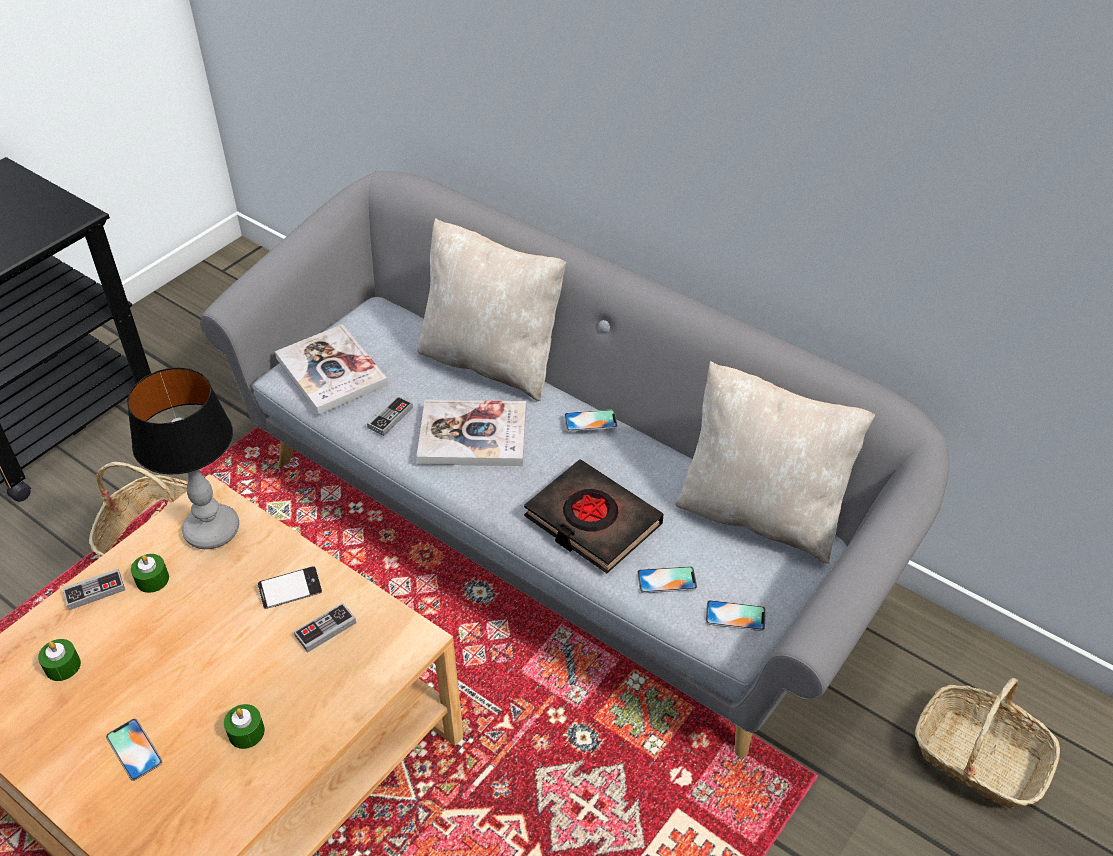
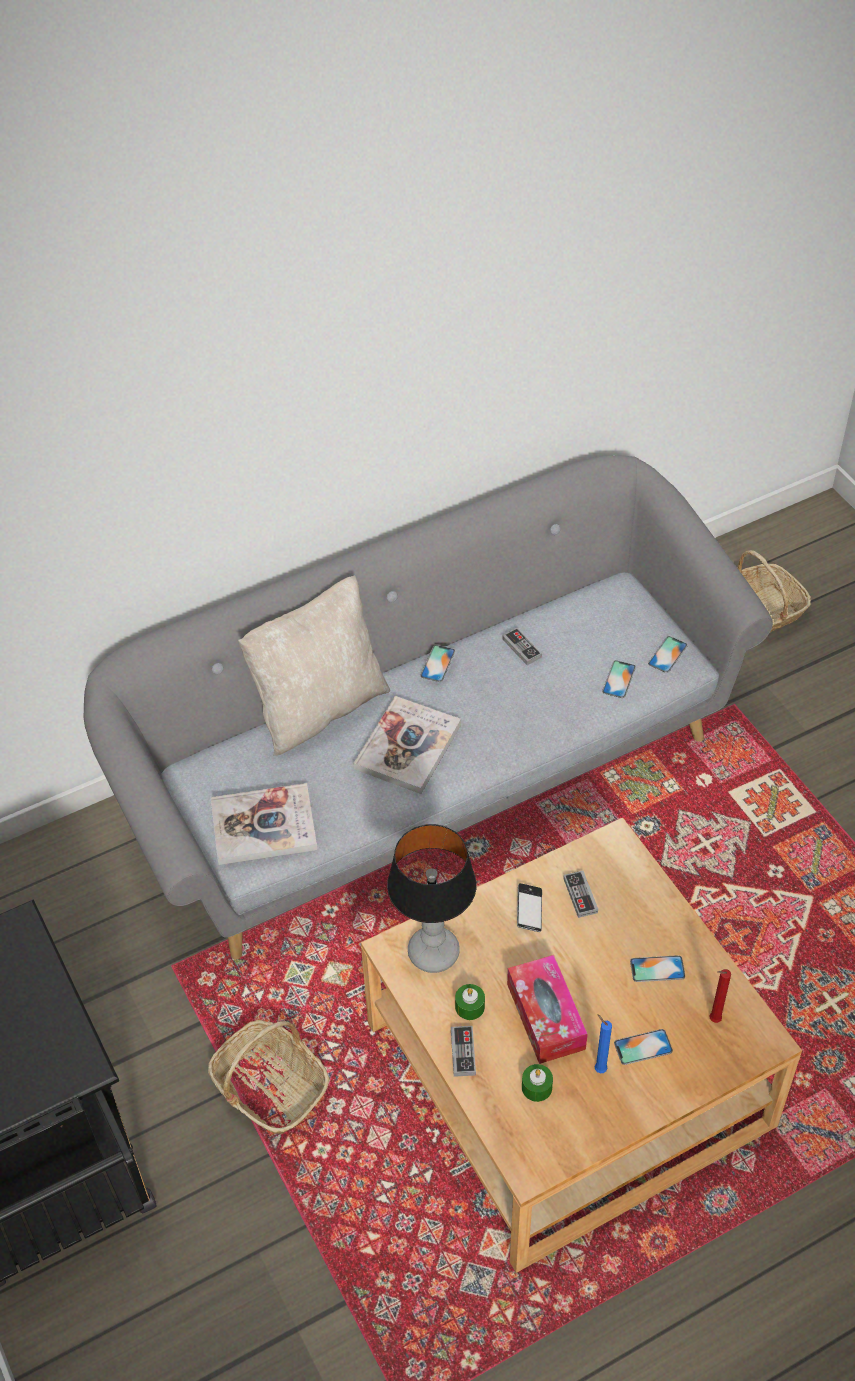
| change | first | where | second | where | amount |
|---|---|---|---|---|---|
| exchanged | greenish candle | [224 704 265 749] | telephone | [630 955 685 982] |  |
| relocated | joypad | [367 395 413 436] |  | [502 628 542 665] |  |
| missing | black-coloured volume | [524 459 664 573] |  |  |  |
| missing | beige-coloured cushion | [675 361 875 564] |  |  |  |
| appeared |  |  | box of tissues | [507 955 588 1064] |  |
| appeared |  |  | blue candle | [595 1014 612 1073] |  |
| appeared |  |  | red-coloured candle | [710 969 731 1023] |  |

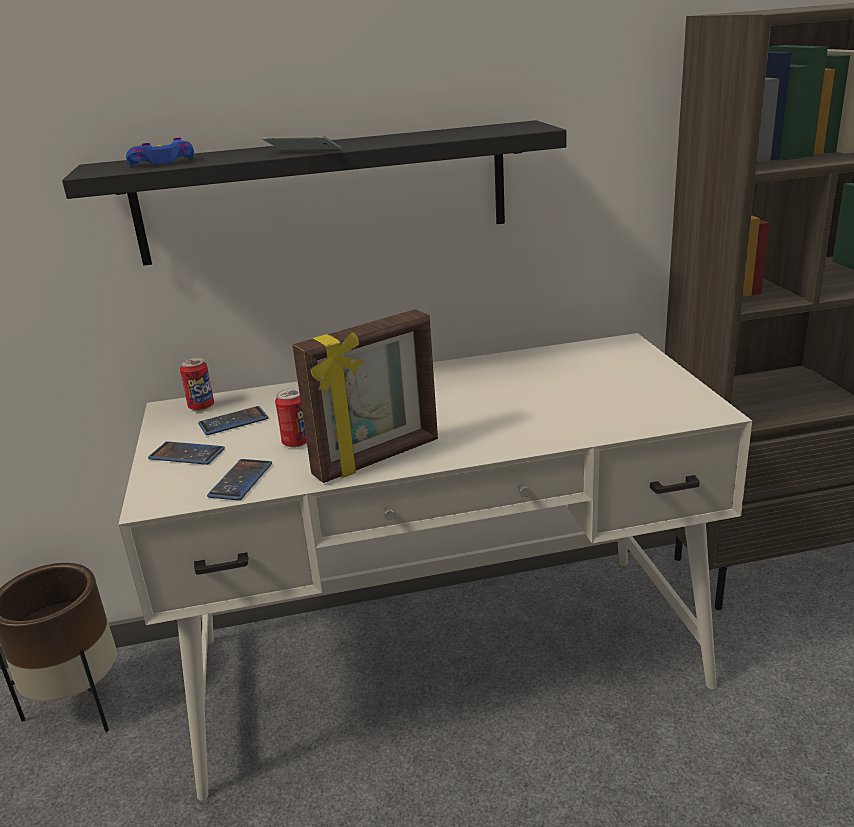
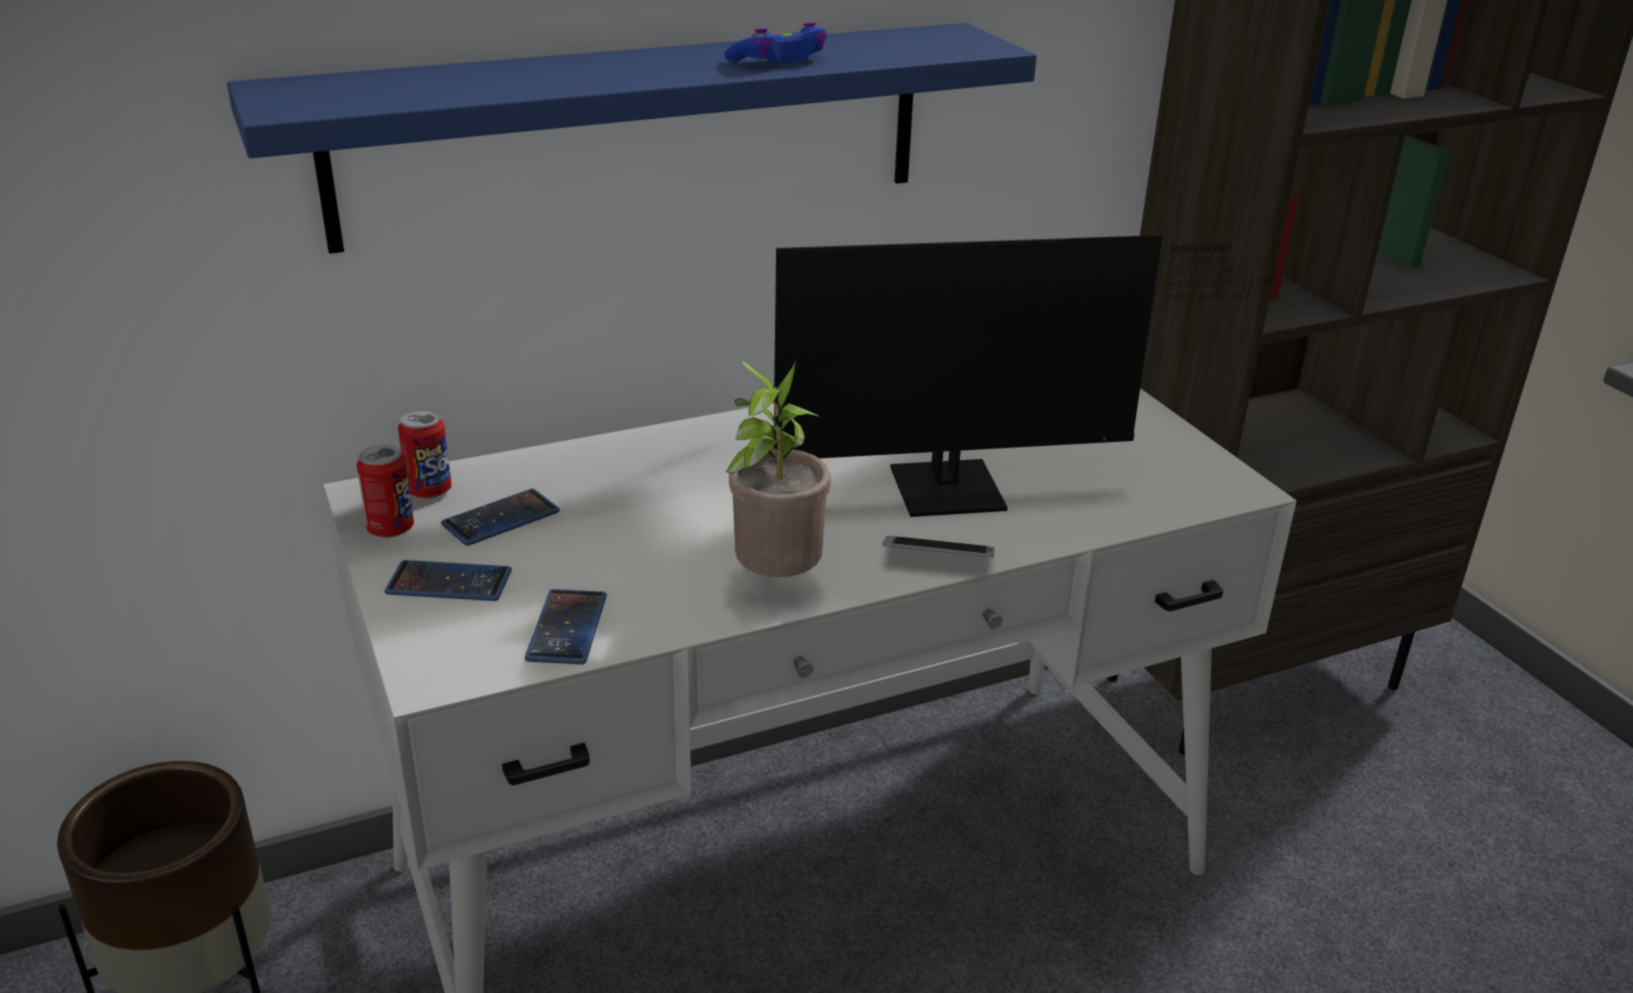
| change | first | where | second | where | amount |
|---|---|---|---|---|---|
| colour | black-coloured bracket shelf | [62 120 566 266] | blue bracket shelf | [227 23 1037 254] |  |
| relocated | blue joypad | [126 138 194 165] |  | [724 22 828 63] |  |
| relocated | telephone | [262 136 341 150] |  | [882 536 995 558] |  |
| relocated | metal can | [275 388 307 448] |  | [357 445 414 538] |  |
| exchanged | photo frame | [292 309 438 483] | potted plant | [726 361 831 577] |  |
| appeared |  |  | computer screen | [773 235 1274 517] |  |

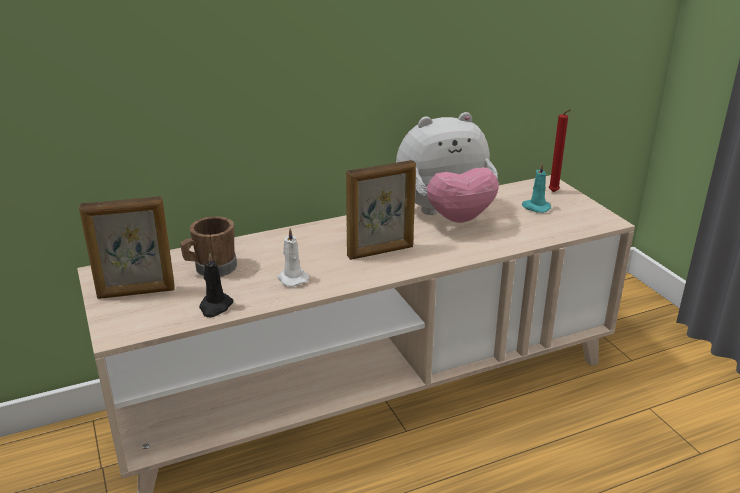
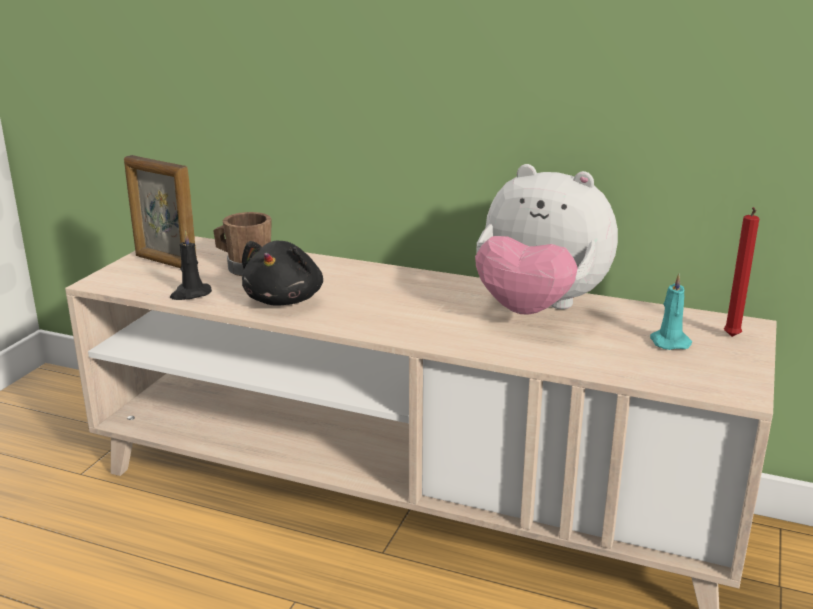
| change | first | where | second | where | amount |
|---|---|---|---|---|---|
| exchanged | white-coloured candle | [278 228 309 287] | black-coloured soft toy | [242 241 323 306] |  |
| missing | photo frame | [346 160 416 260] |  |  |  |

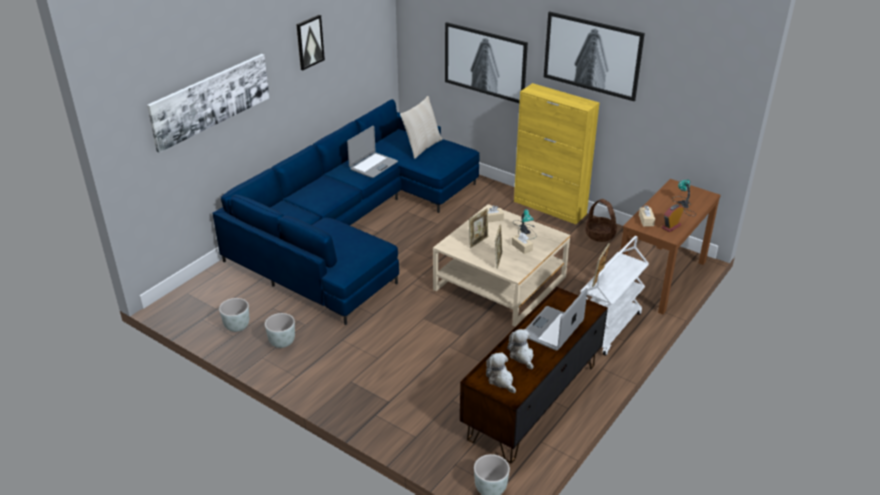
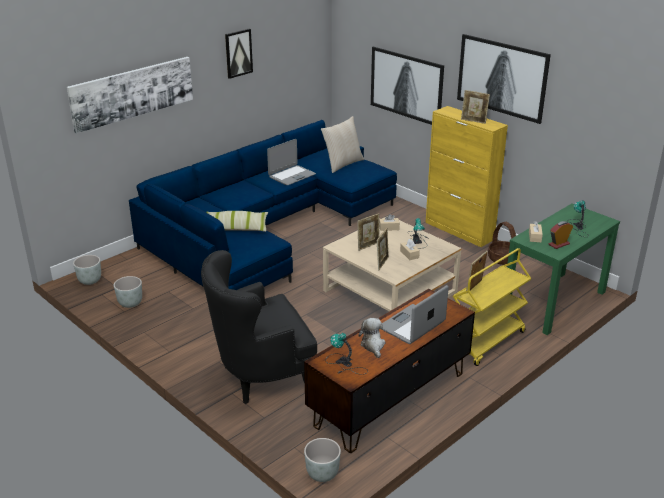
| change | first | where | second | where | amount |
|---|---|---|---|---|---|
| relocated | greyish flower pot | [265 313 295 348] |  | [73 255 101 285] |  |
| exchanged | soft toy | [486 352 516 393] | lamp for a table | [325 333 368 375] |  |
| colour | white-coloured trolley | [580 236 649 356] | yellow-coloured trolley | [453 248 531 366] |  |
| colour | brown-coloured console table | [620 179 721 314] | greenish console table | [507 204 620 335] |  |
| appeared |  |  | black-coloured easy chair | [201 250 317 404] |  |
| appeared |  |  | cushion | [206 211 268 232] |  |
| appeared |  |  | photo frame | [461 90 490 124] |  |

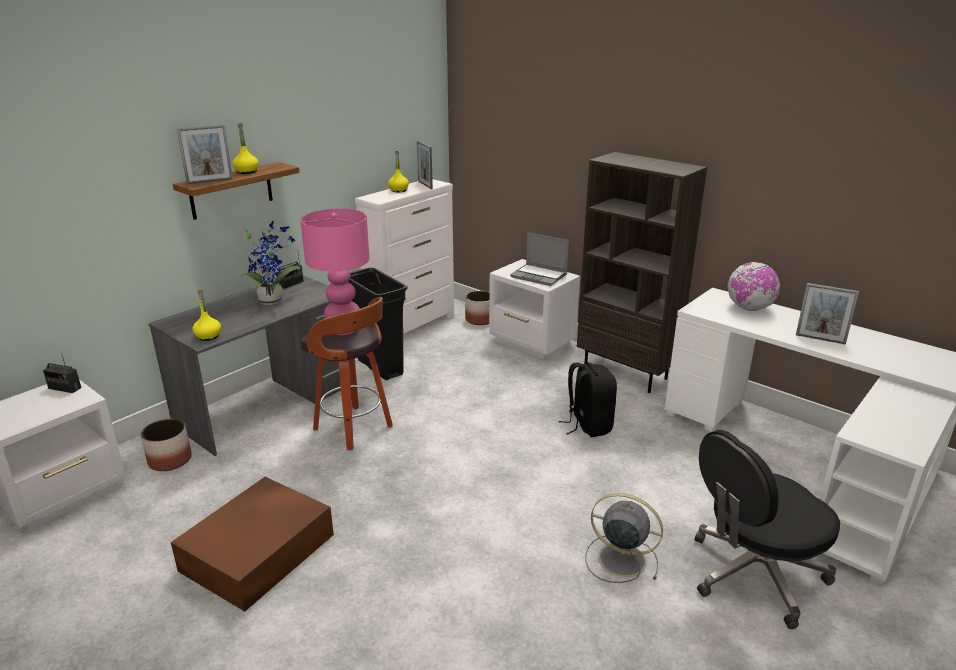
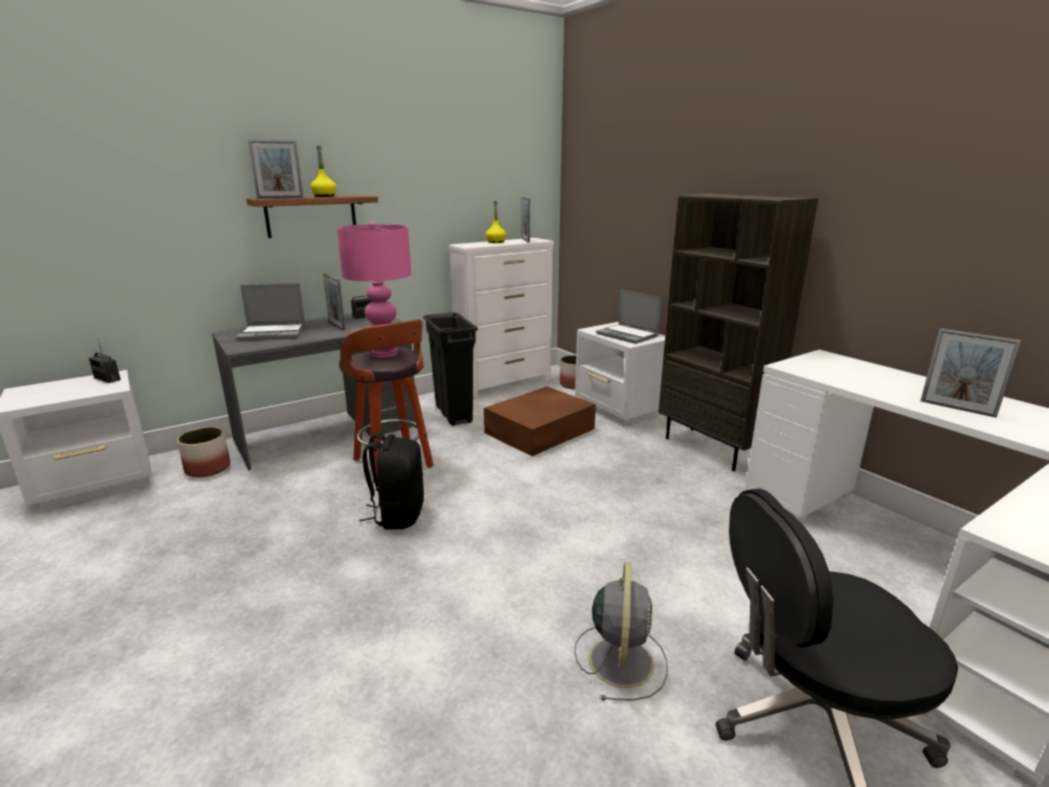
| change | first | where | second | where | amount |
|---|---|---|---|---|---|
| relocated | brown-coloured storage box | [171 477 334 611] |  | [484 386 596 456] |  |
| missing | yellow-coloured bottle | [193 288 221 341] |  |  |  |
| exchanged | potted plant | [242 221 300 305] | photo frame | [323 273 345 330] |  |
| relocated | black-coloured backpack | [558 362 617 437] |  | [359 433 424 530] |  |
| spun | greyish electric fan | [585 493 663 583] |  | [574 562 668 701] | 60 degrees clockwise |
| missing | globe | [728 262 780 311] |  |  |  |
| appeared |  |  | laptop | [235 283 306 341] |  |

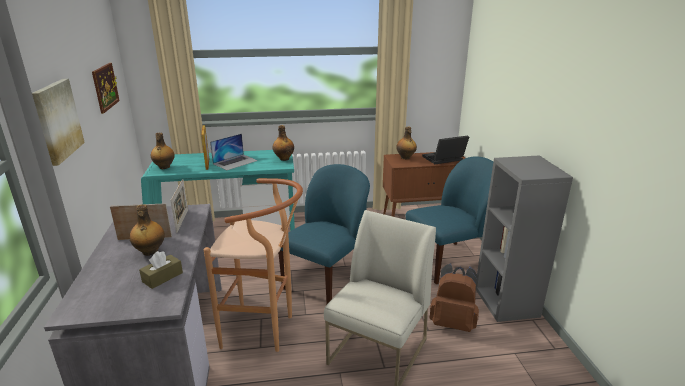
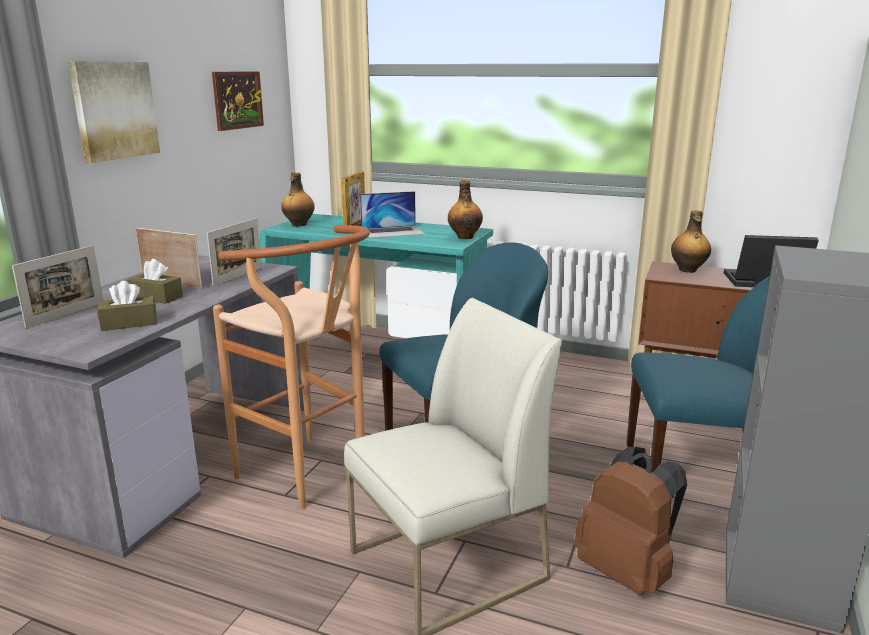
| change | first | where | second | where | amount |
|---|---|---|---|---|---|
| exchanged | bottle | [129 204 165 256] | brown-coloured box of tissues | [127 259 183 304] |  |
| appeared |  |  | photo frame | [12 245 103 329] |  |

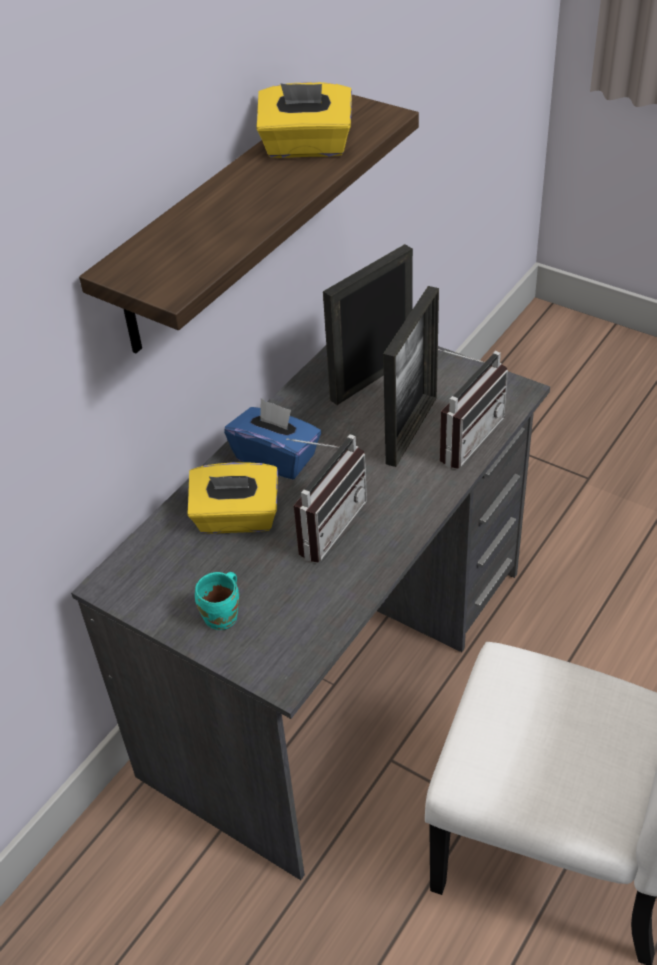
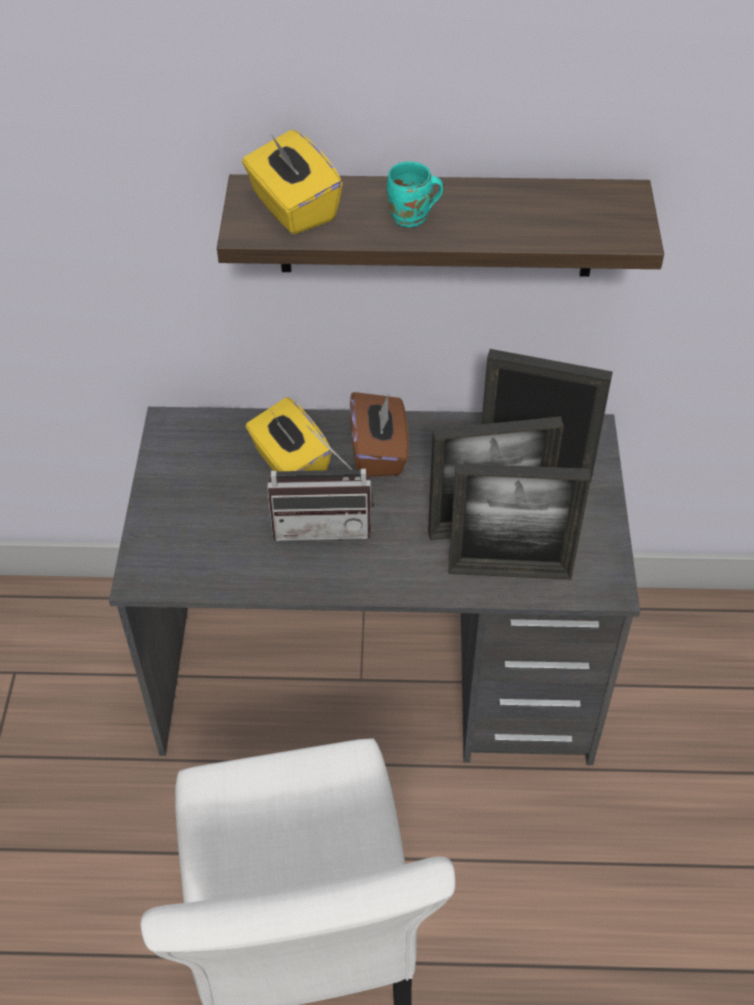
| change | first | where | second | where | amount |
|---|---|---|---|---|---|
| relocated | turquoise-coloured tea mug | [195 572 239 630] |  | [387 162 444 228] |  |
| colour | blue box of tissues | [224 398 321 479] | brown-coloured box of tissues | [350 392 409 477] |  |
| relocated | yellow-coloured box of tissues | [256 82 352 158] |  | [242 130 343 235] |  |
| exchanged | radio receiver | [438 349 508 469] | photo frame | [448 463 591 580] |  |

